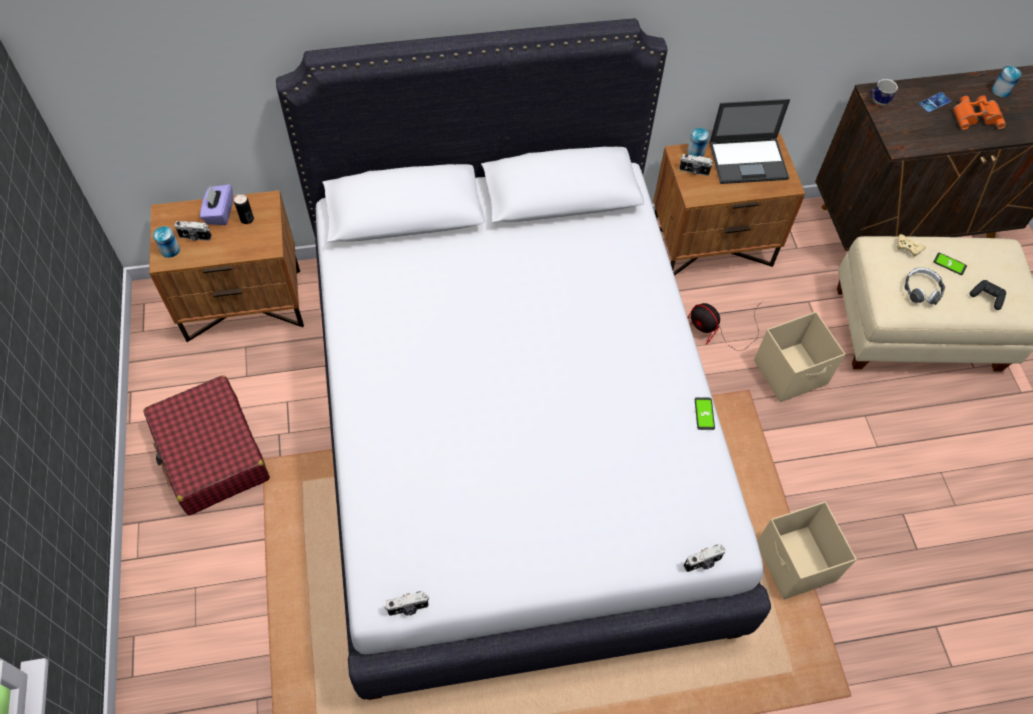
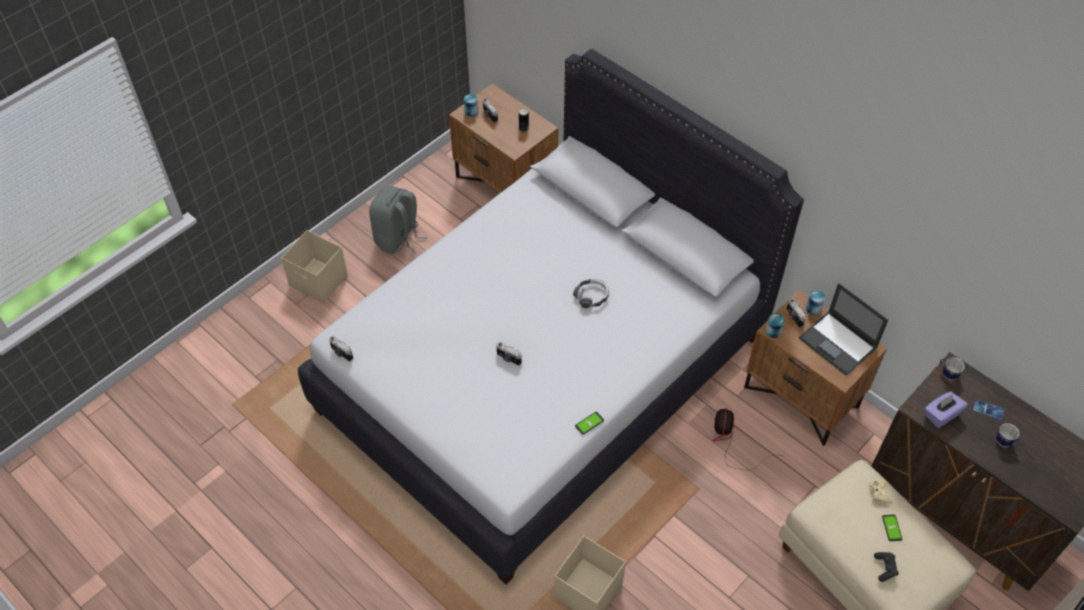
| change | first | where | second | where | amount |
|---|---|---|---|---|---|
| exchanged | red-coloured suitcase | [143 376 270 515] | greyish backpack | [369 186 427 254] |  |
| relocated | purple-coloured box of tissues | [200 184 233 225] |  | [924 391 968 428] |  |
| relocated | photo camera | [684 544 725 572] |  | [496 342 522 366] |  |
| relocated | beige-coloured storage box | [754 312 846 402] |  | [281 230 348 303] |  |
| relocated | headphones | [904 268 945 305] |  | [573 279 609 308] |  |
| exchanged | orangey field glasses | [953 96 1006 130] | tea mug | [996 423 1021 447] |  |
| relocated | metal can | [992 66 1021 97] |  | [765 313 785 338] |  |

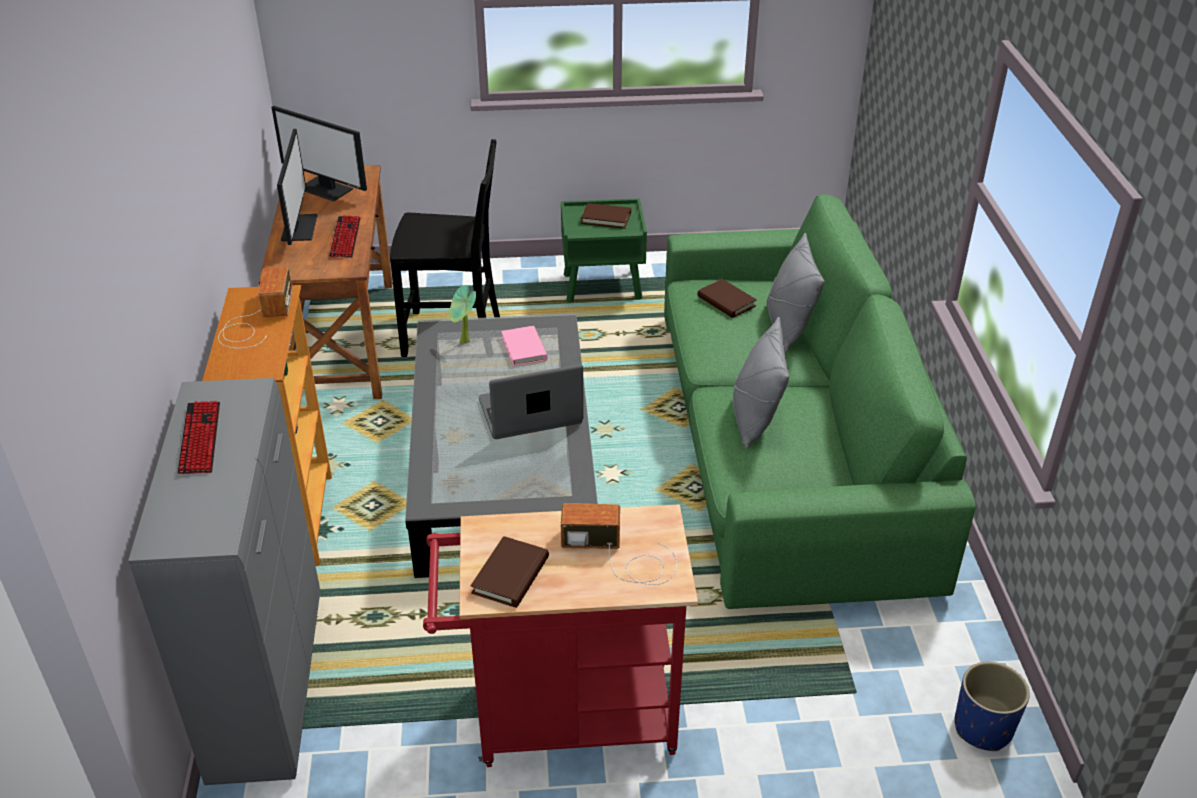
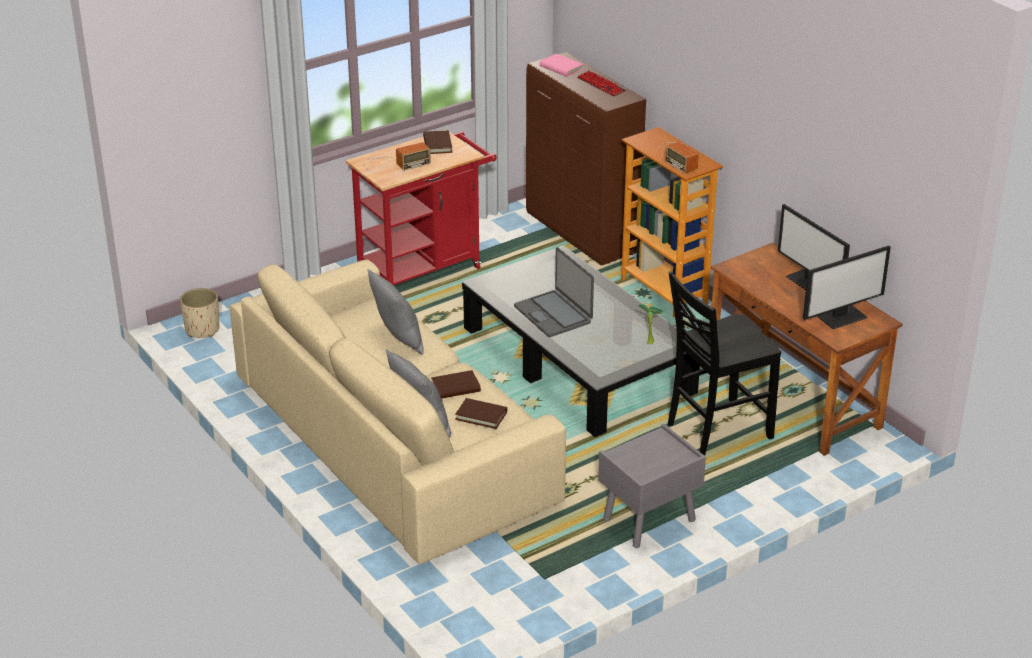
| change | first | where | second | where | amount |
|---|---|---|---|---|---|
| colour | greyish cupboard | [128 378 320 785] | brown-coloured cupboard | [526 52 646 266] |  |
| spun | computer screen | [272 106 367 201] |  | [803 246 891 329] | 150 degrees clockwise |
| missing | computer keyboard | [329 215 360 258] |  |  |  |
| spun | laptop | [479 364 584 439] |  | [514 247 594 337] | 105 degrees clockwise |
| relocated | pinkish volume | [501 326 548 367] |  | [540 54 583 77] |  |
| colour | greenish bedside table | [561 198 647 303] | greyish bedside table | [598 423 706 548] |  |
| relocated | brown-coloured volume | [581 203 631 229] |  | [431 370 481 399] |  |
| colour | greenish sofa | [664 194 976 609] | beige-coloured sofa | [230 260 566 564] |  |
| colour | blue flower pot | [954 662 1030 751] | beige-coloured flower pot | [180 288 220 338] |  |

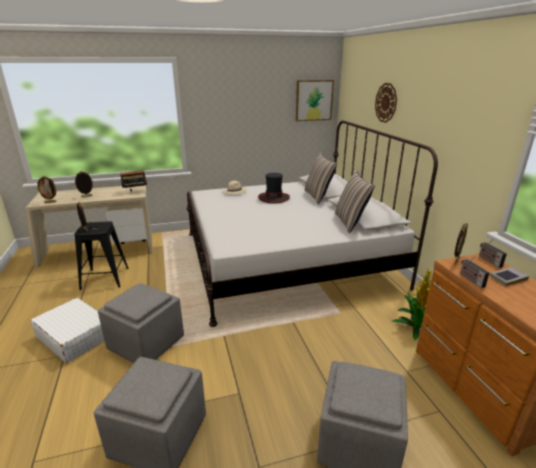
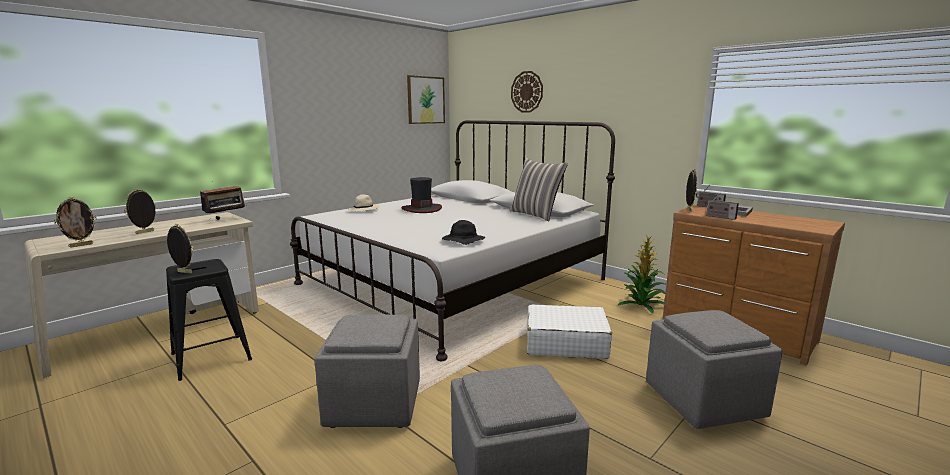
| change | first | where | second | where | amount |
|---|---|---|---|---|---|
| relocated | white-coloured suitcase | [31 298 105 363] |  | [527 304 612 359] |  |
| missing | cushion | [305 153 337 204] |  |  |  |
| appeared |  |  | black-coloured clothing hat | [442 220 485 245] |  |

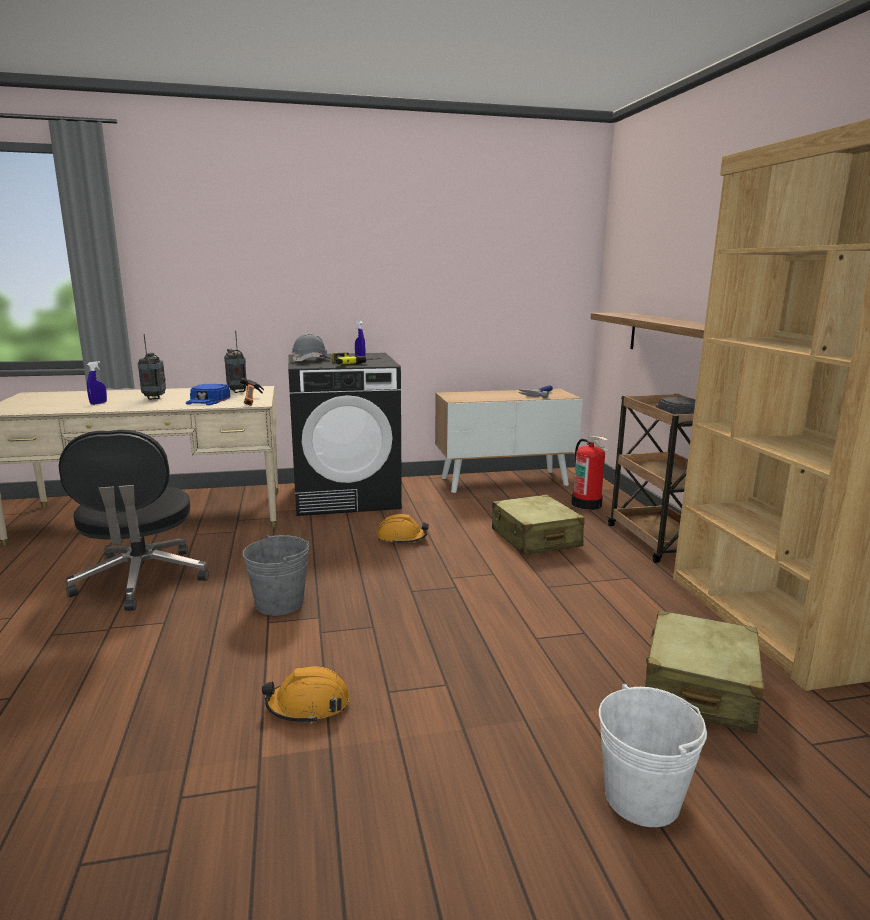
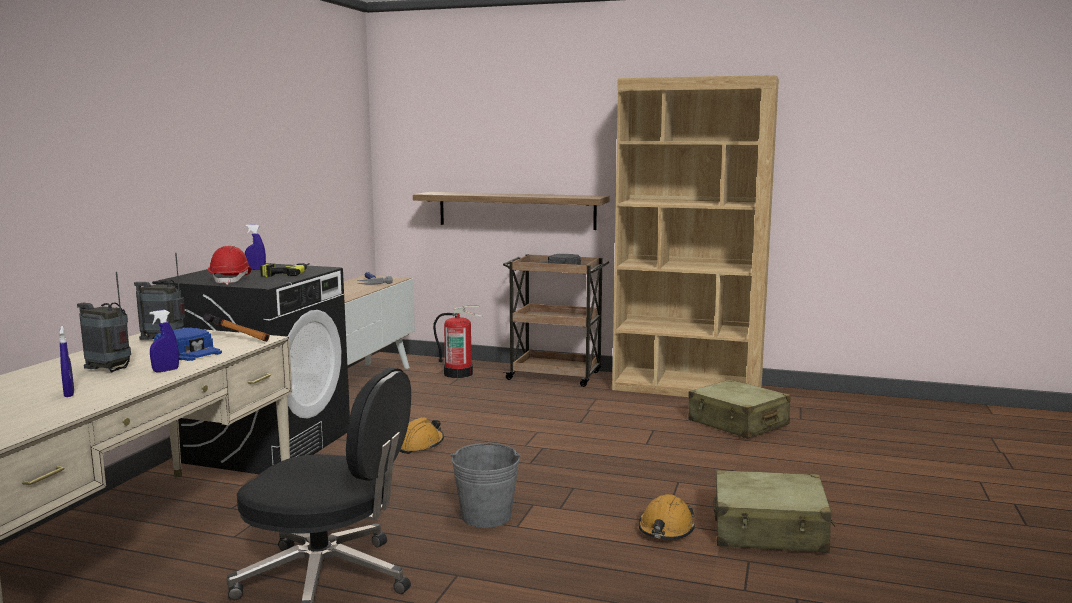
| change | first | where | second | where | amount |
|---|---|---|---|---|---|
| colour | greyish work helmet | [292 333 331 362] | red-coloured work helmet | [208 246 251 285] |  |
| relocated | beige-coloured suitcase | [492 495 585 555] |  | [713 470 836 553] |  |
| missing | white-coloured water bucket | [599 684 707 827] |  |  |  |
| appeared |  |  | blue hand sprayer | [149 310 179 373] |  |

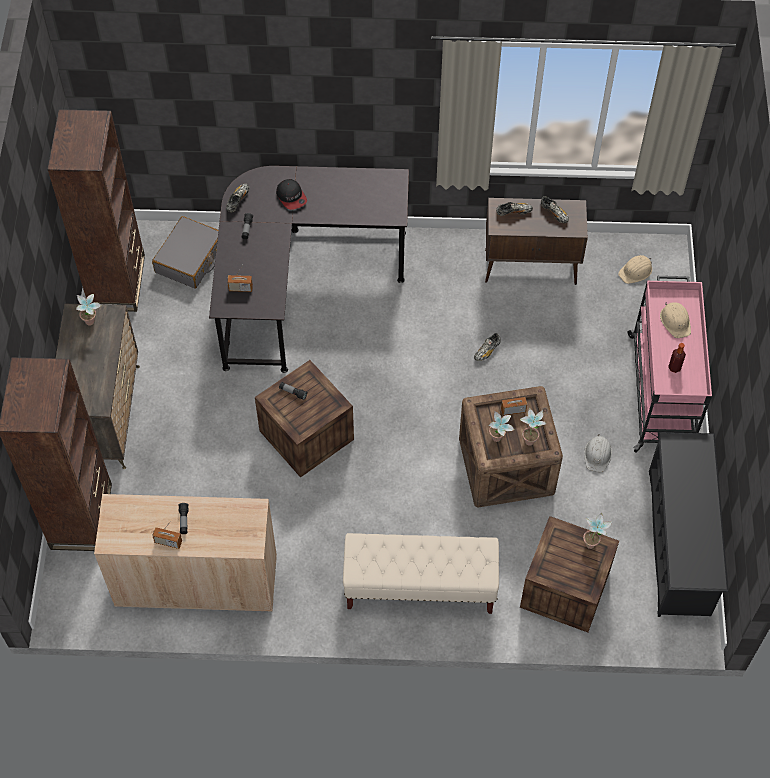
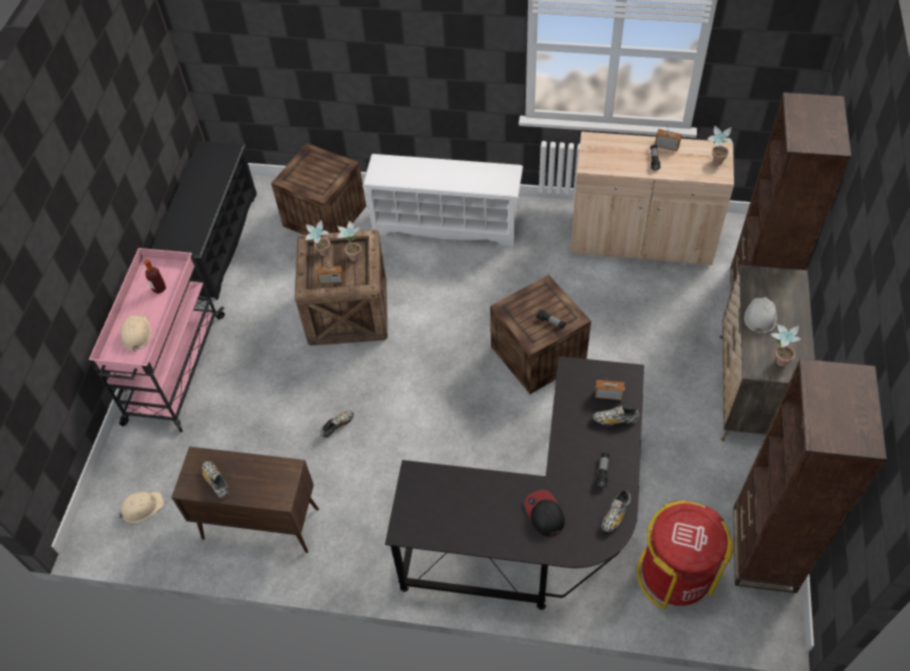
| change | first | where | second | where | amount |
|---|---|---|---|---|---|
| exchanged | greyish suitcase | [152 216 219 289] | red-coloured waste bin | [637 500 734 609] |  |
| exchanged | beige-coloured bench | [343 533 499 614] | white-coloured shoe shelf | [362 154 523 247] |  |
| relocated | shoe | [496 202 533 216] |  | [593 406 639 426] |  |
| relocated | potted plant | [583 513 612 549] |  | [707 125 733 165] |  |
| relocated | white-coloured work helmet | [584 434 612 473] |  | [744 297 777 335] |  |

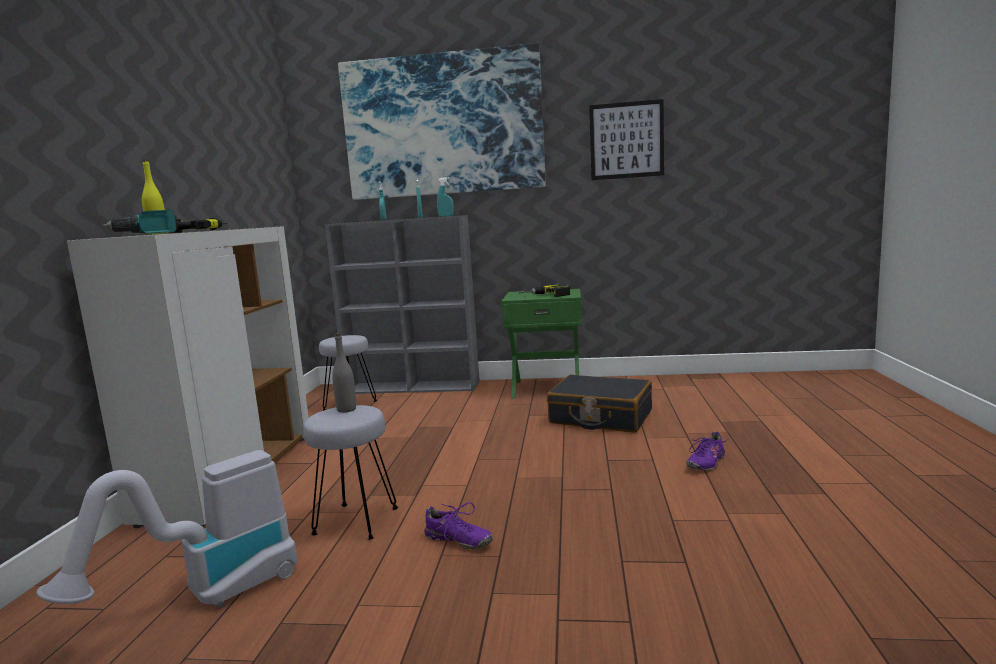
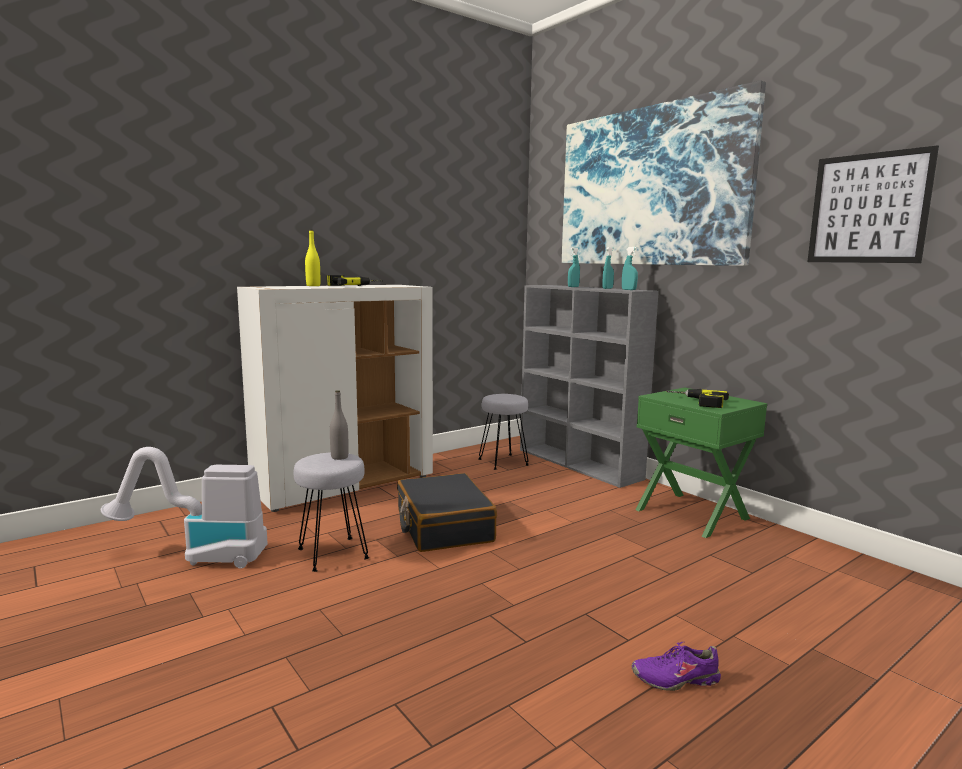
| change | first | where | second | where | amount |
|---|---|---|---|---|---|
| missing | power drill | [103 209 178 234] |  |  |  |
| missing | purple-coloured shoe | [424 502 493 549] |  |  |  |
| relocated | black-coloured suitcase | [547 375 652 433] |  | [397 473 497 552] |  |

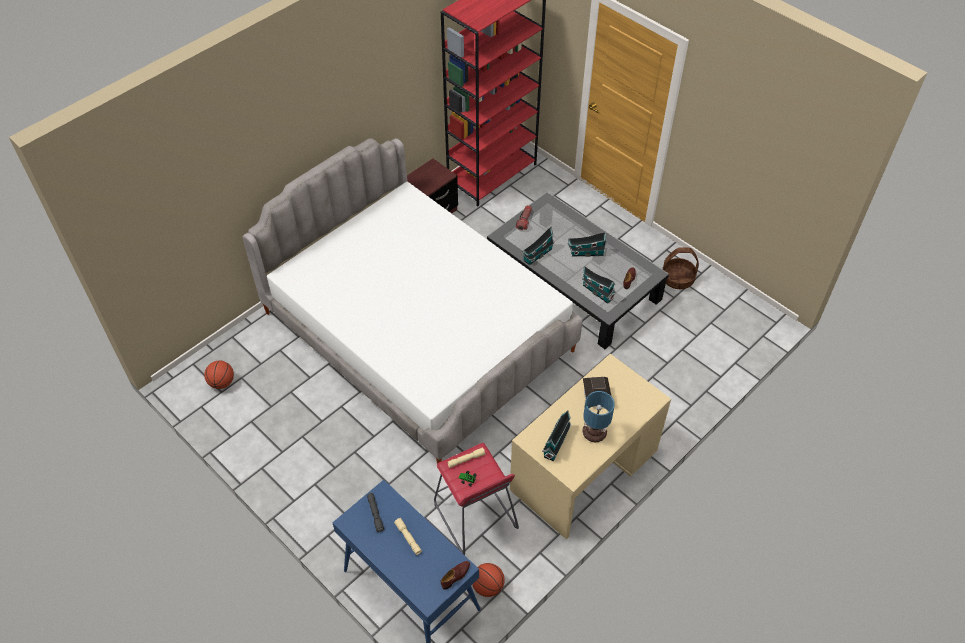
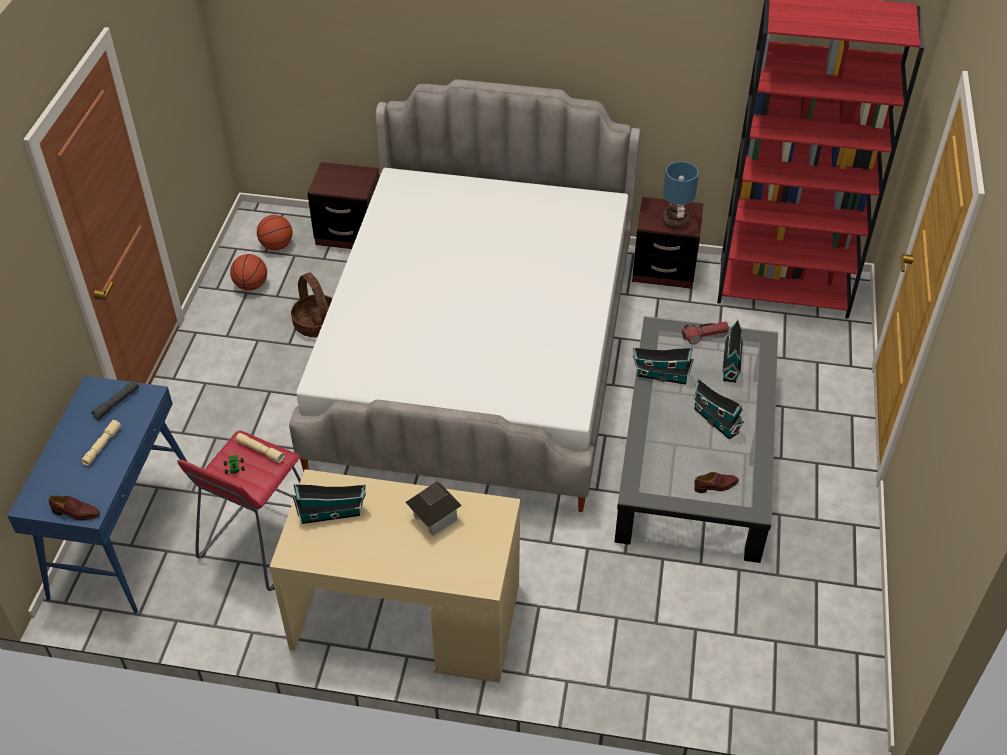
| change | first | where | second | where | amount |
|---|---|---|---|---|---|
| relocated | basketball | [472 563 505 597] |  | [230 254 267 291] |  |
| relocated | miniature house | [582 266 616 304] |  | [722 320 744 383] |  |
| relocated | lamp for a table | [582 391 615 442] |  | [662 161 699 228] |  |
| relocated | storage basket | [663 248 699 289] |  | [291 272 333 337] |  |
| appeared |  |  | brown-coloured bedside table | [307 162 379 249] |  |

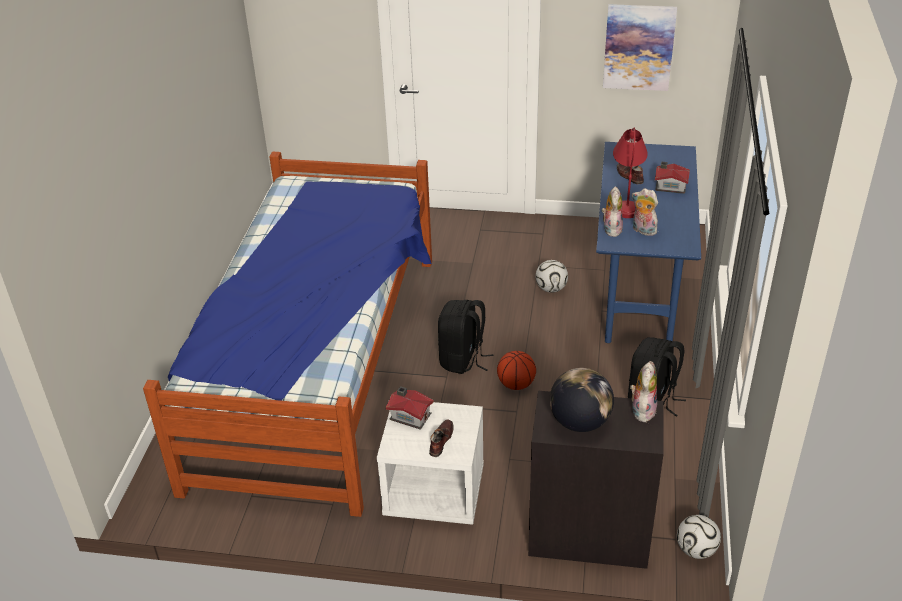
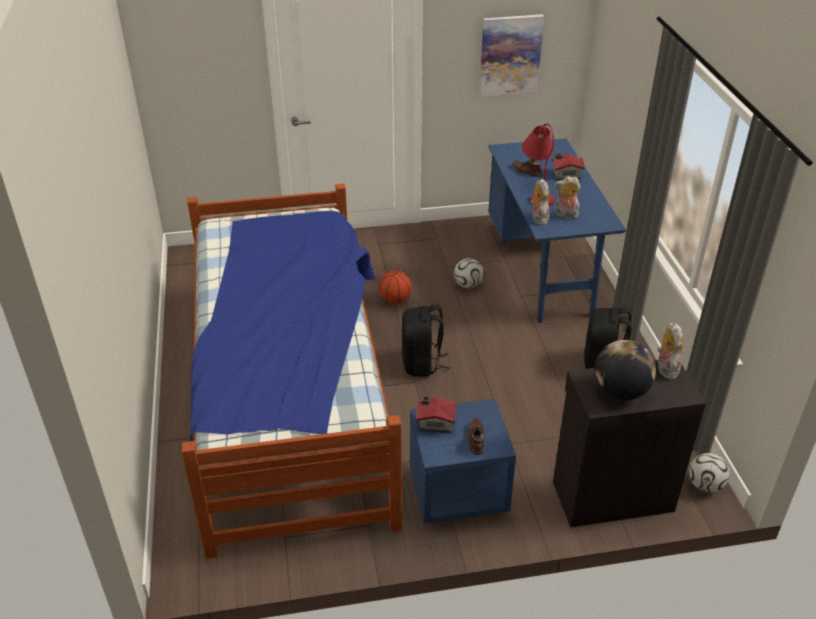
| change | first | where | second | where | amount |
|---|---|---|---|---|---|
| colour | white-coloured bedside table | [377 402 484 525] | blue bedside table | [410 399 516 524] |  |
| relocated | basketball | [497 351 536 390] |  | [379 270 412 304] |  |

